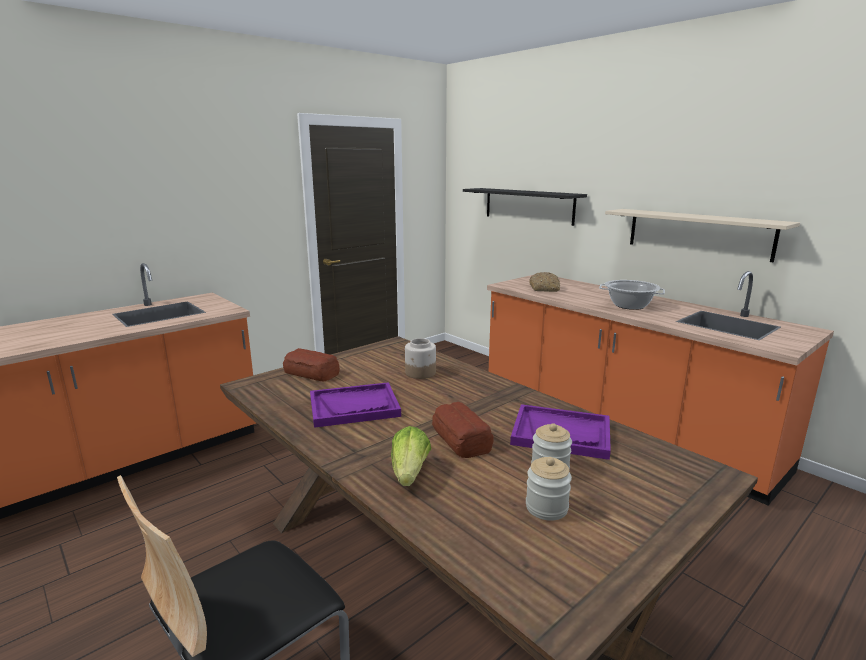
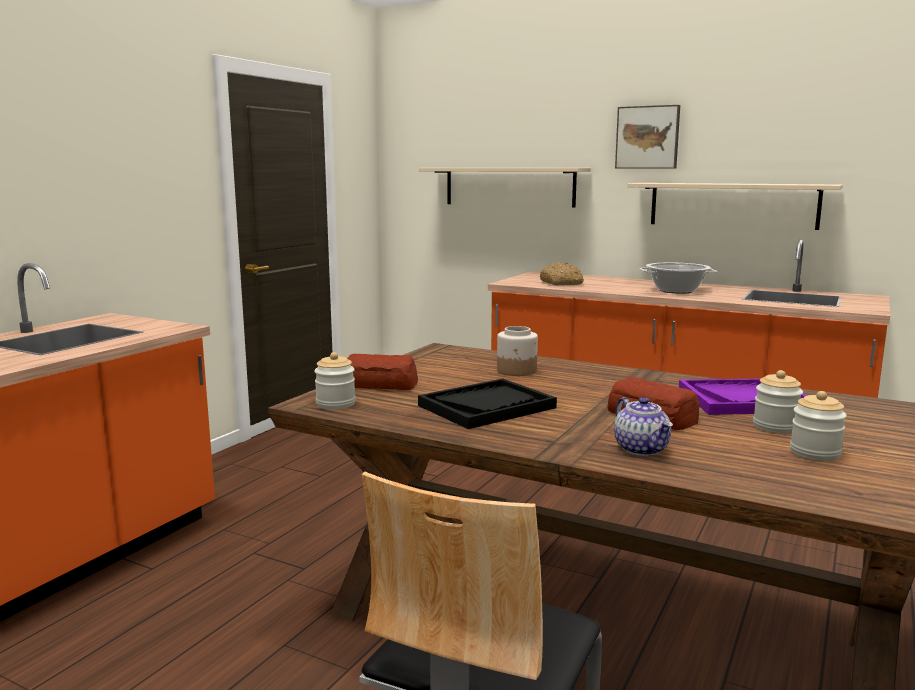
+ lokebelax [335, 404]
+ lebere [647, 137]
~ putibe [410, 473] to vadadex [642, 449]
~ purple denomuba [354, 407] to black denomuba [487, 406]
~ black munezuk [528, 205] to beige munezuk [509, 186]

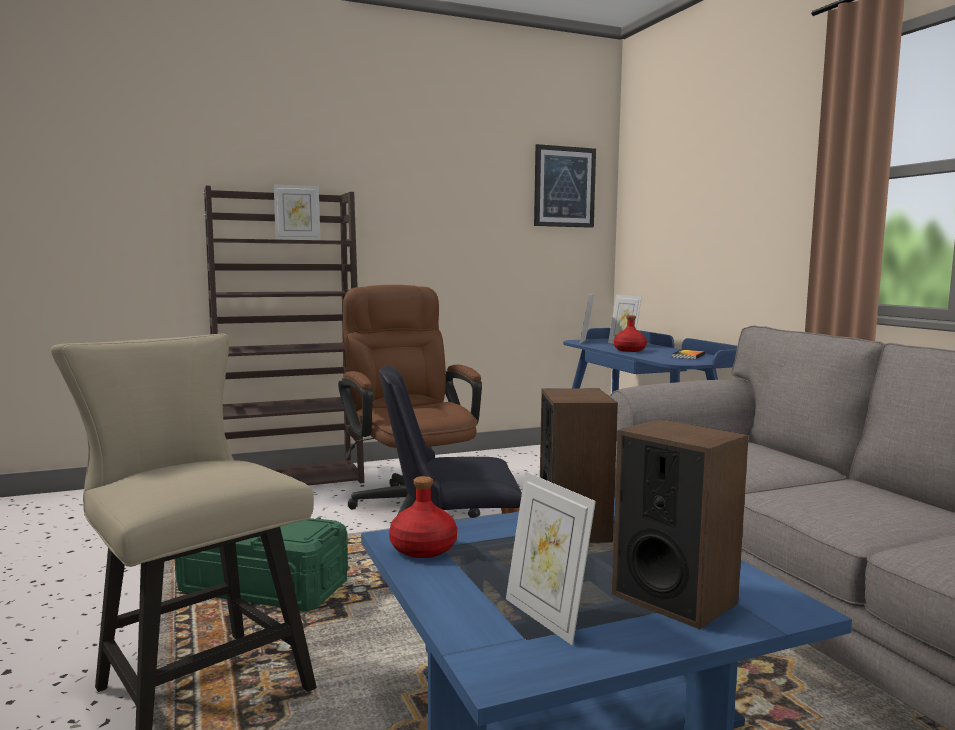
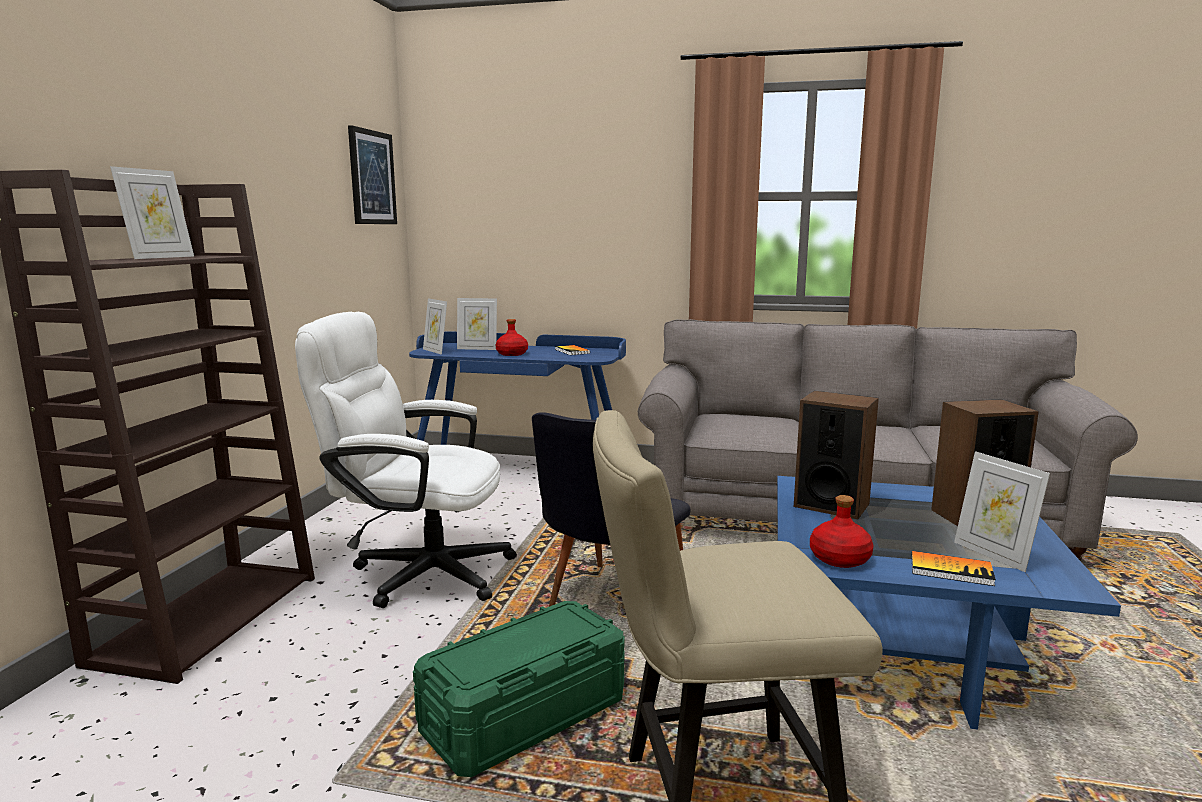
+ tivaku [951, 570]
~ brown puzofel [412, 501] to white puzofel [418, 572]
~ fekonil [546, 617] = [993, 555] 60 degrees clockwise

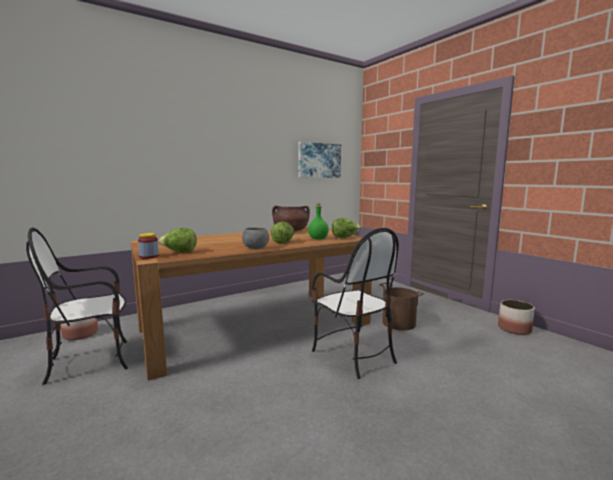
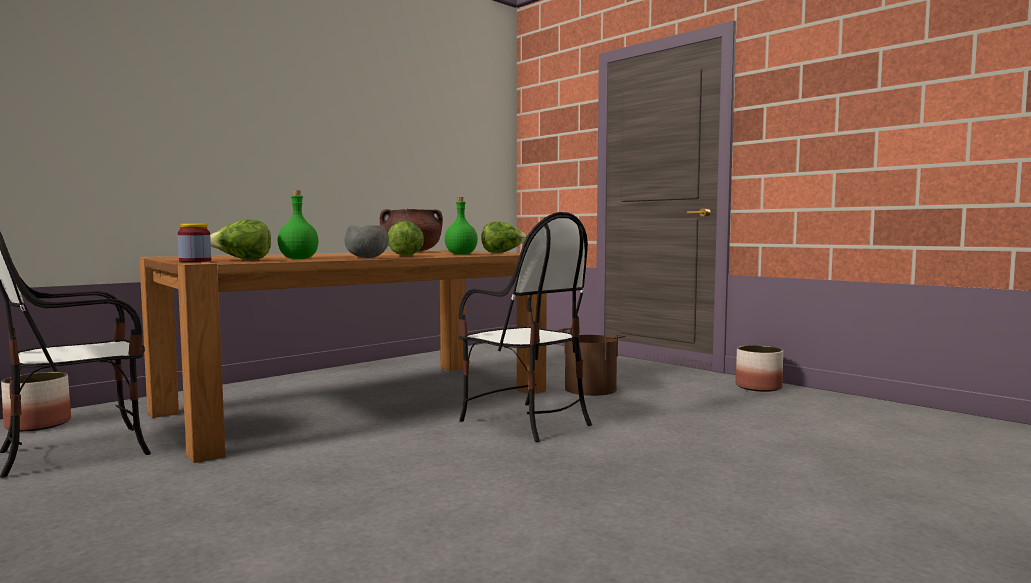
- lebere [319, 160]
+ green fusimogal [299, 259]

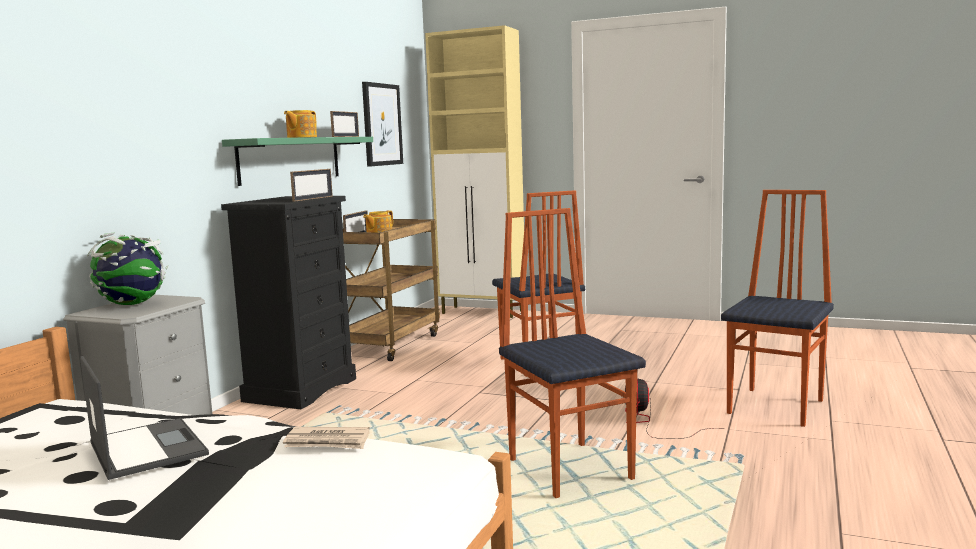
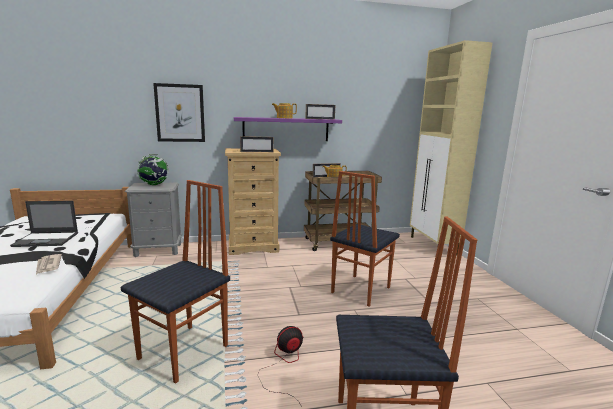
~ lebere [381, 124] to [180, 113]
~ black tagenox [300, 389] to beige tagenox [253, 246]
~ green munezuk [290, 159] to purple munezuk [286, 129]
~ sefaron [146, 448] = [47, 239] 60 degrees clockwise

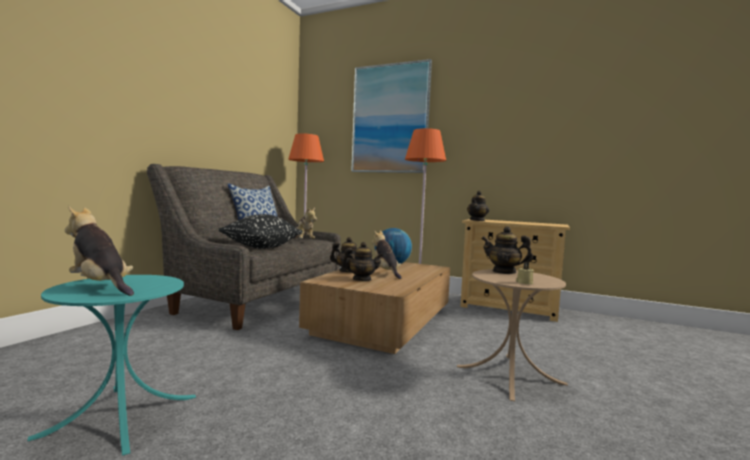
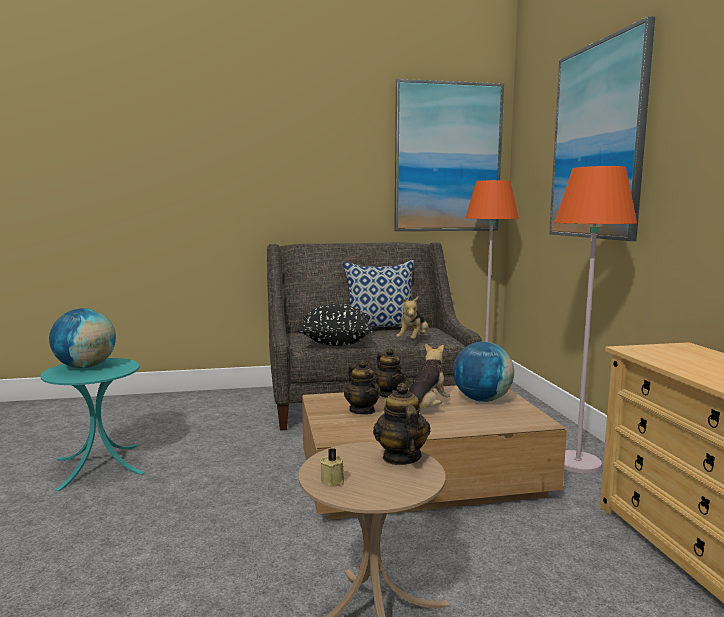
- vadadex [477, 220]
+ lebere [447, 158]
~ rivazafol [101, 286] to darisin [85, 367]

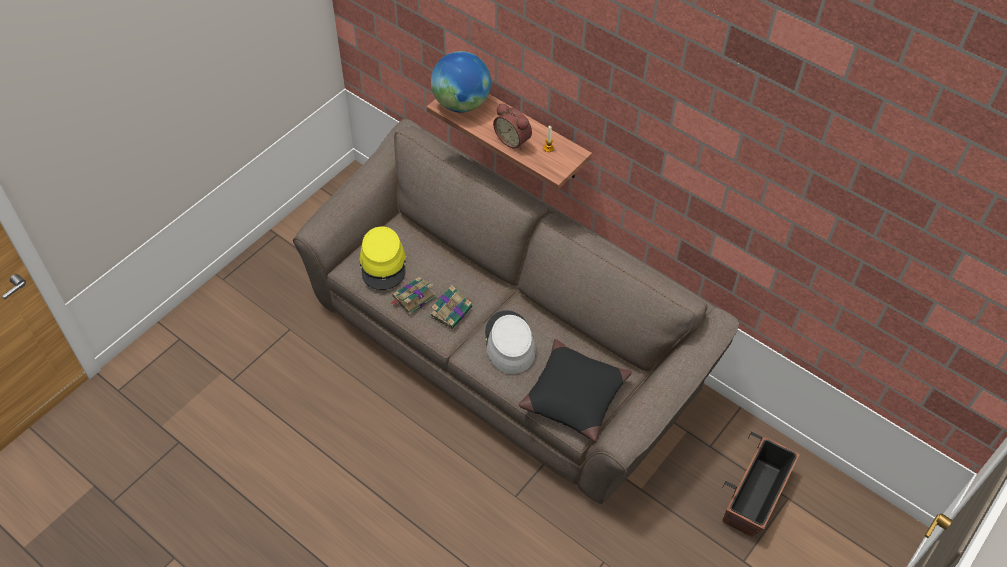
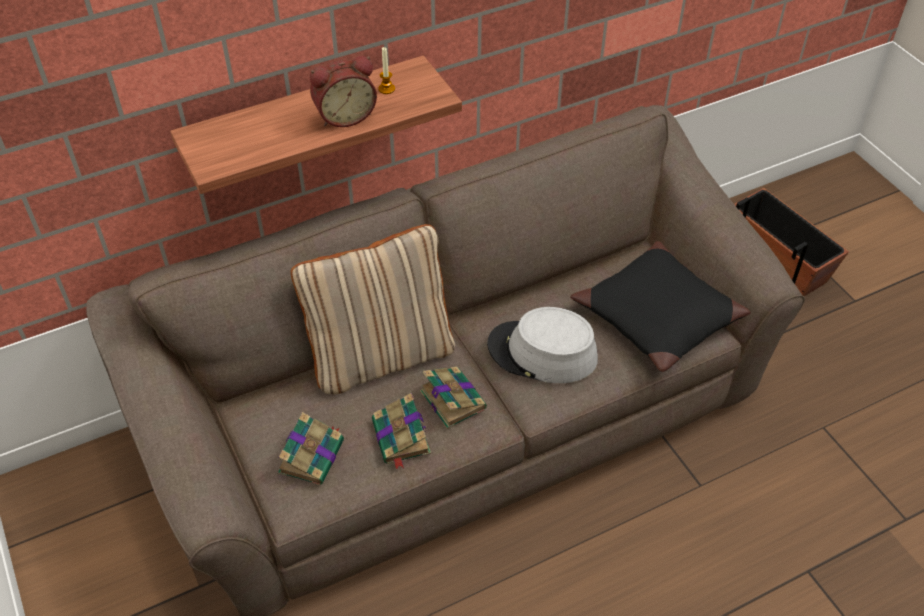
- darisin [461, 104]
+ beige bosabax [381, 355]
~ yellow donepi [383, 264] to tivaku [312, 455]

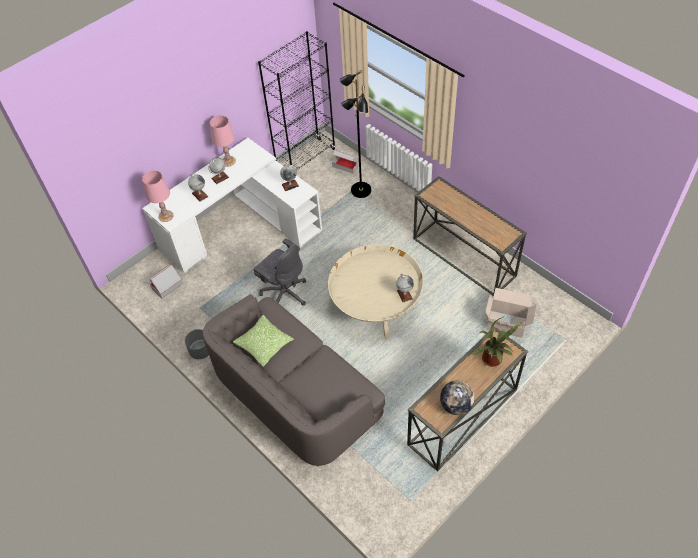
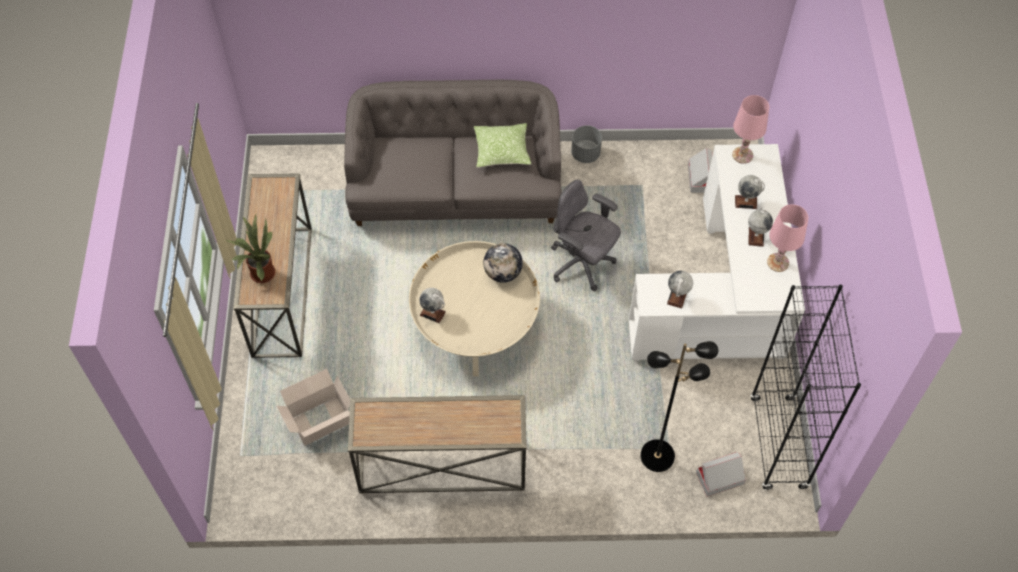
~ darisin [456, 405] to [503, 273]
~ grey puzofel [284, 293] = [582, 264] 45 degrees clockwise

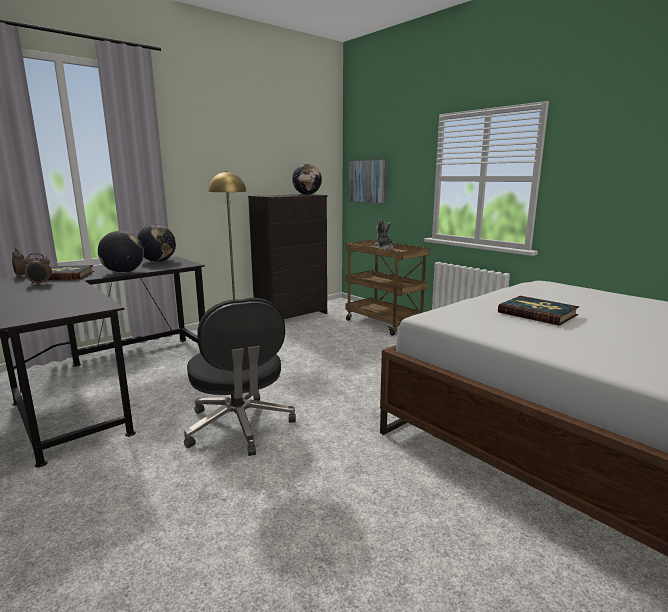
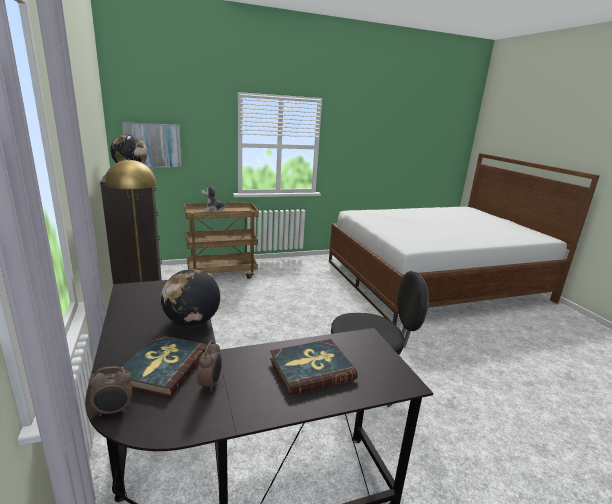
- darisin [158, 261]
~ tivaku [537, 313] to [311, 369]

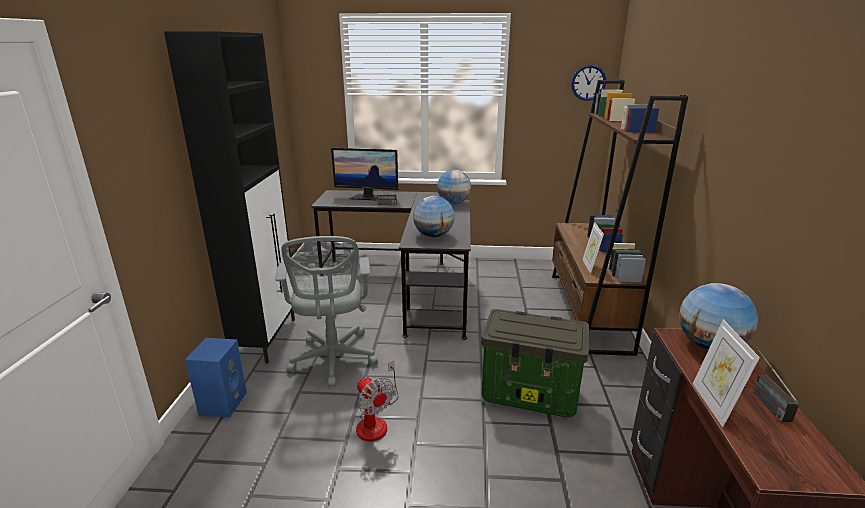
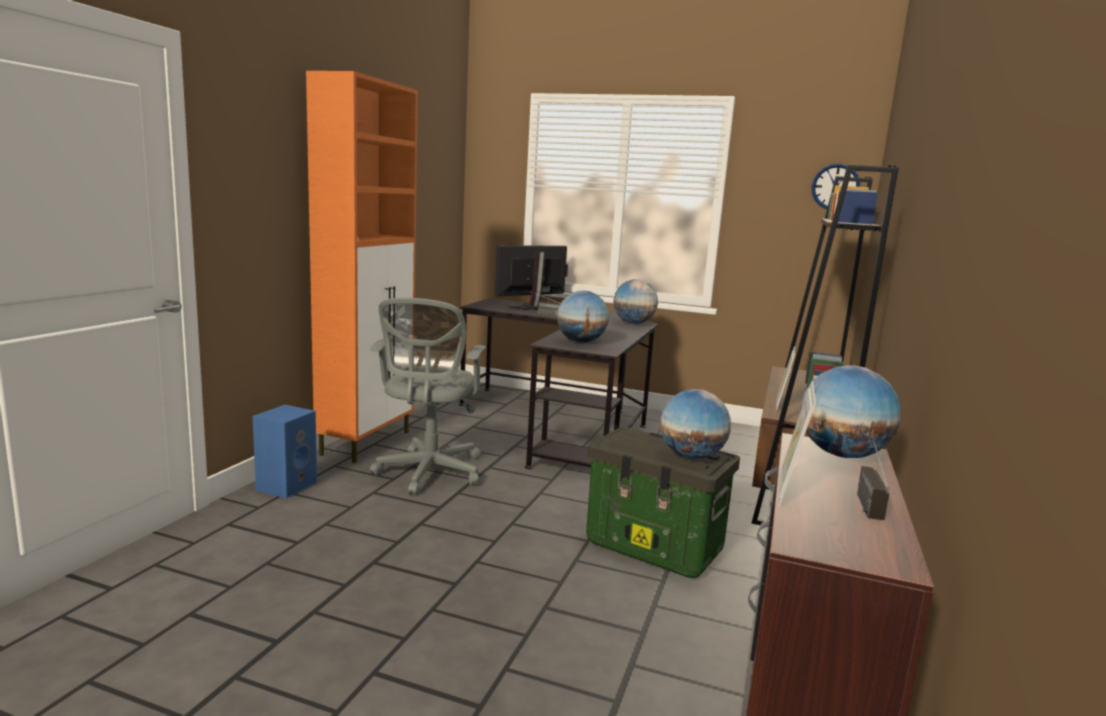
- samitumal [376, 421]
+ darisin [691, 456]
~ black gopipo [267, 338] to orange gopipo [367, 443]
~ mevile [367, 197] = [531, 308] 120 degrees clockwise

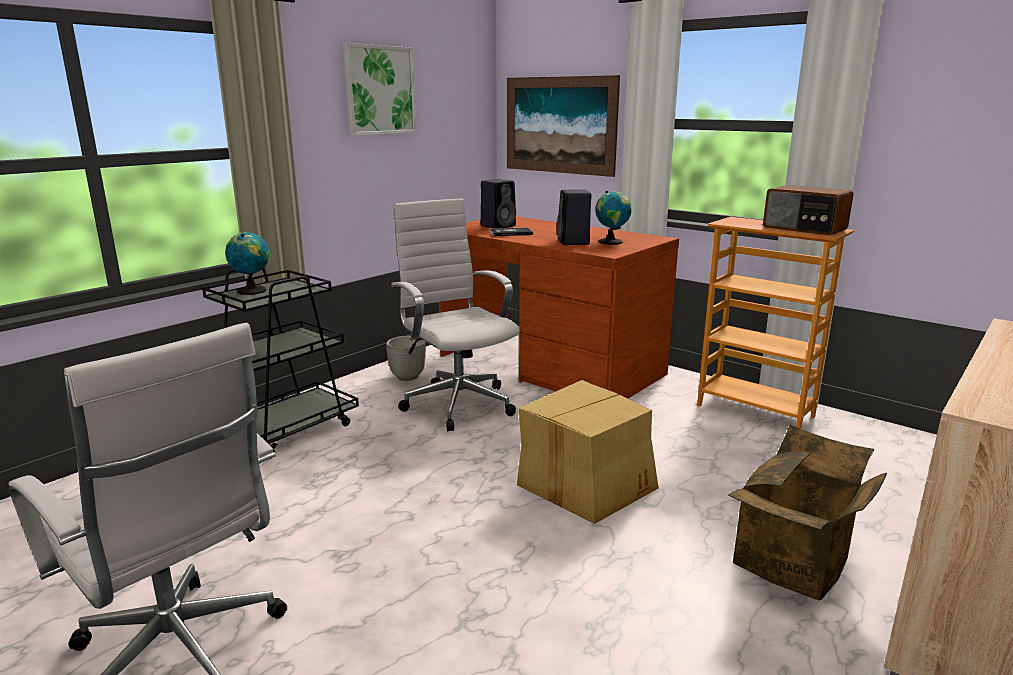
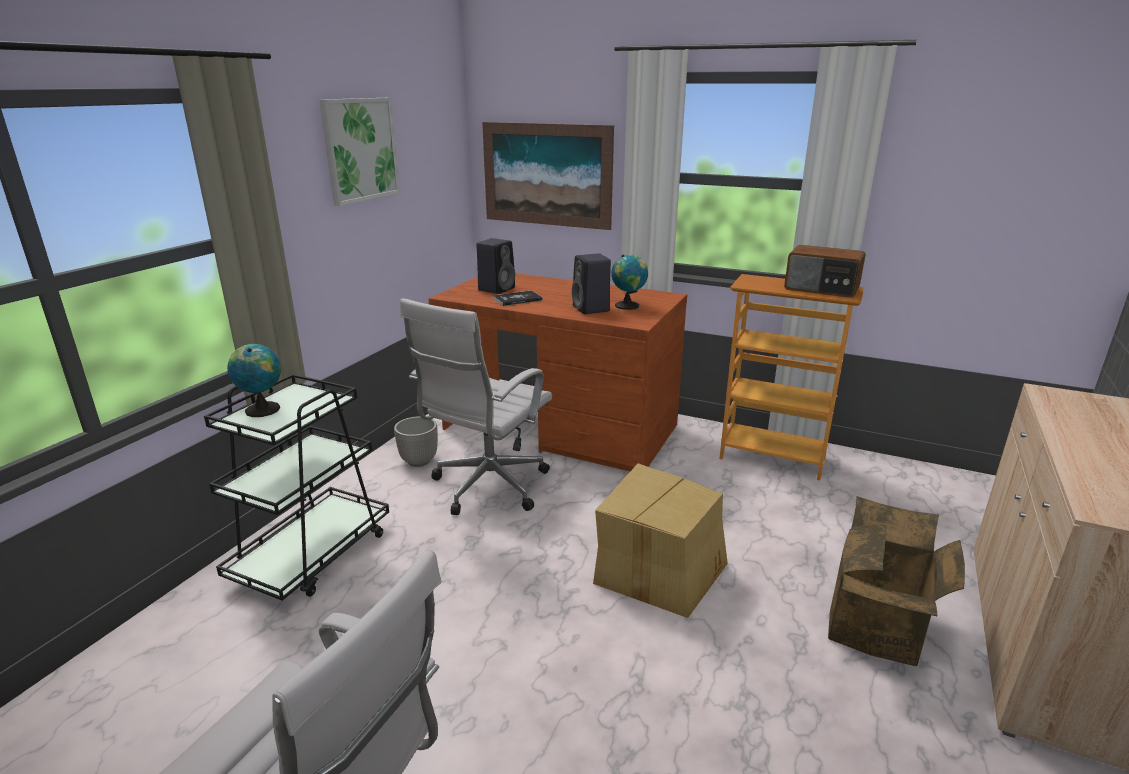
~ white puzofel [457, 403] = [486, 488] 105 degrees counterclockwise

